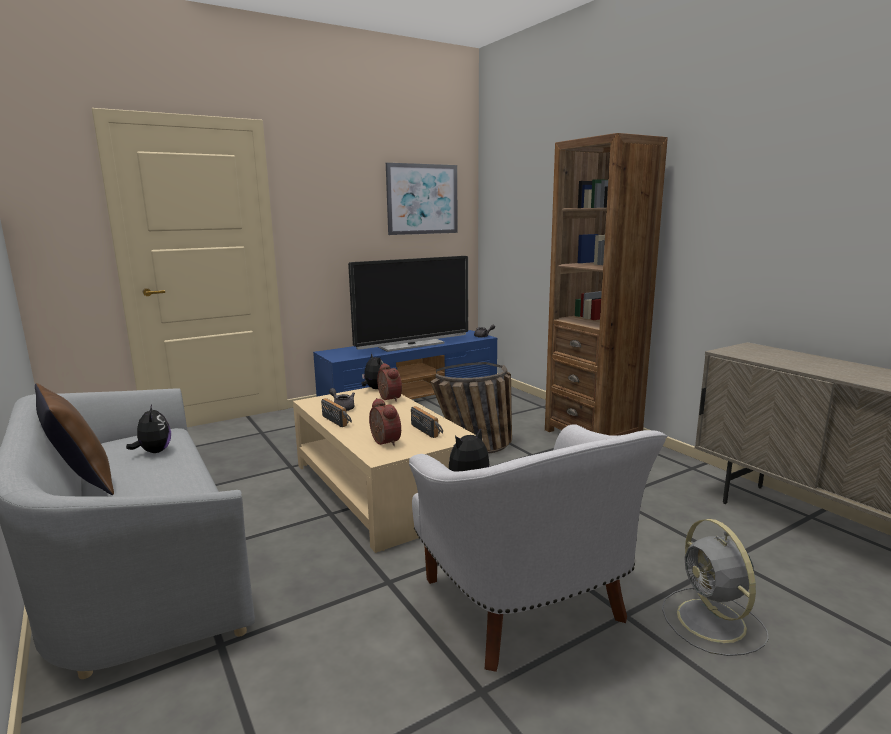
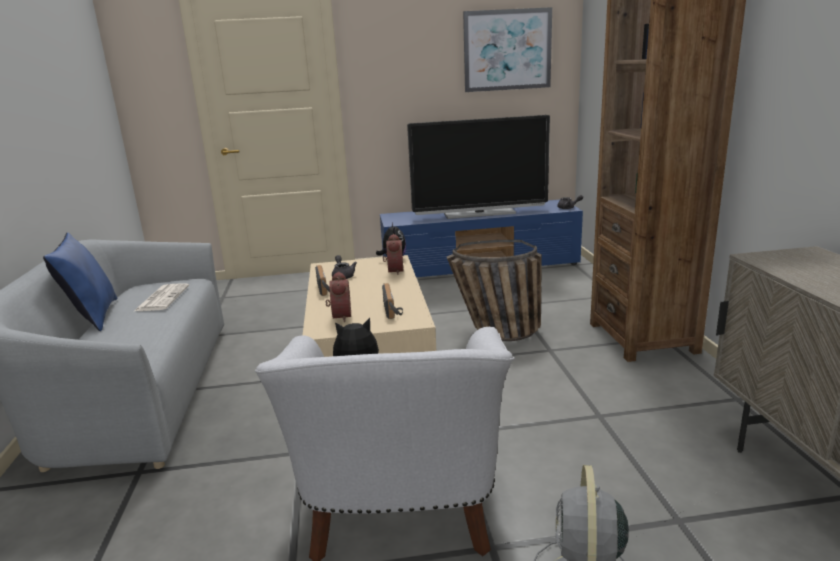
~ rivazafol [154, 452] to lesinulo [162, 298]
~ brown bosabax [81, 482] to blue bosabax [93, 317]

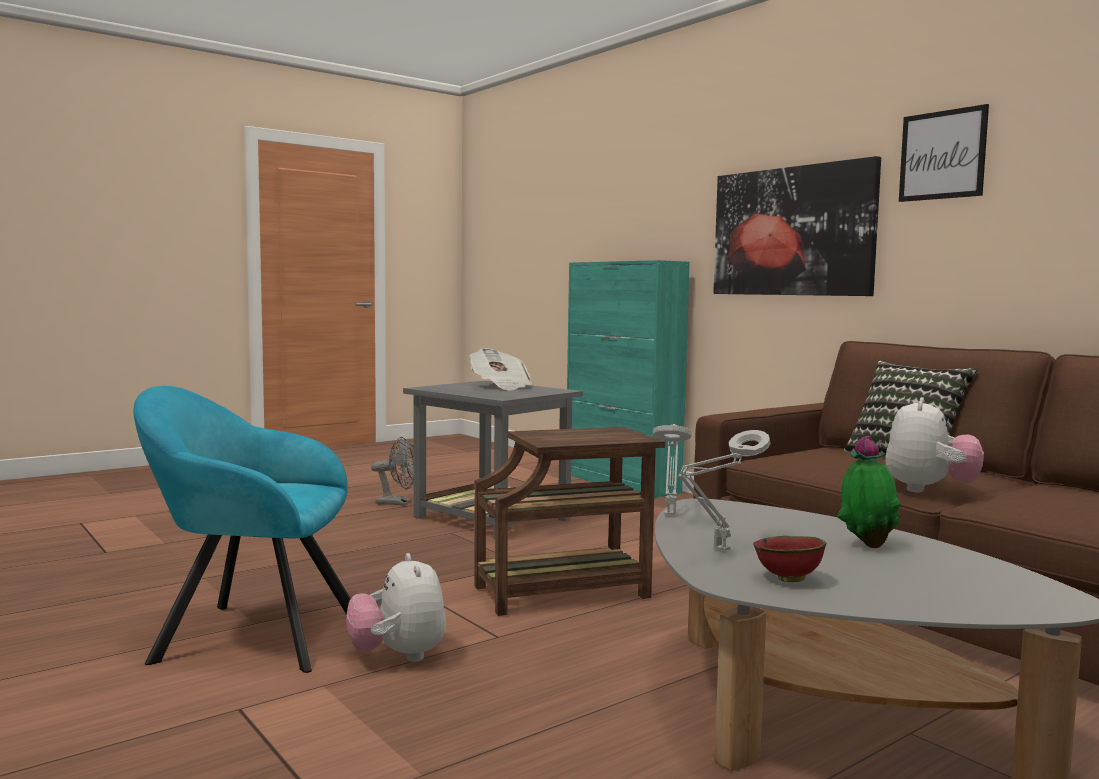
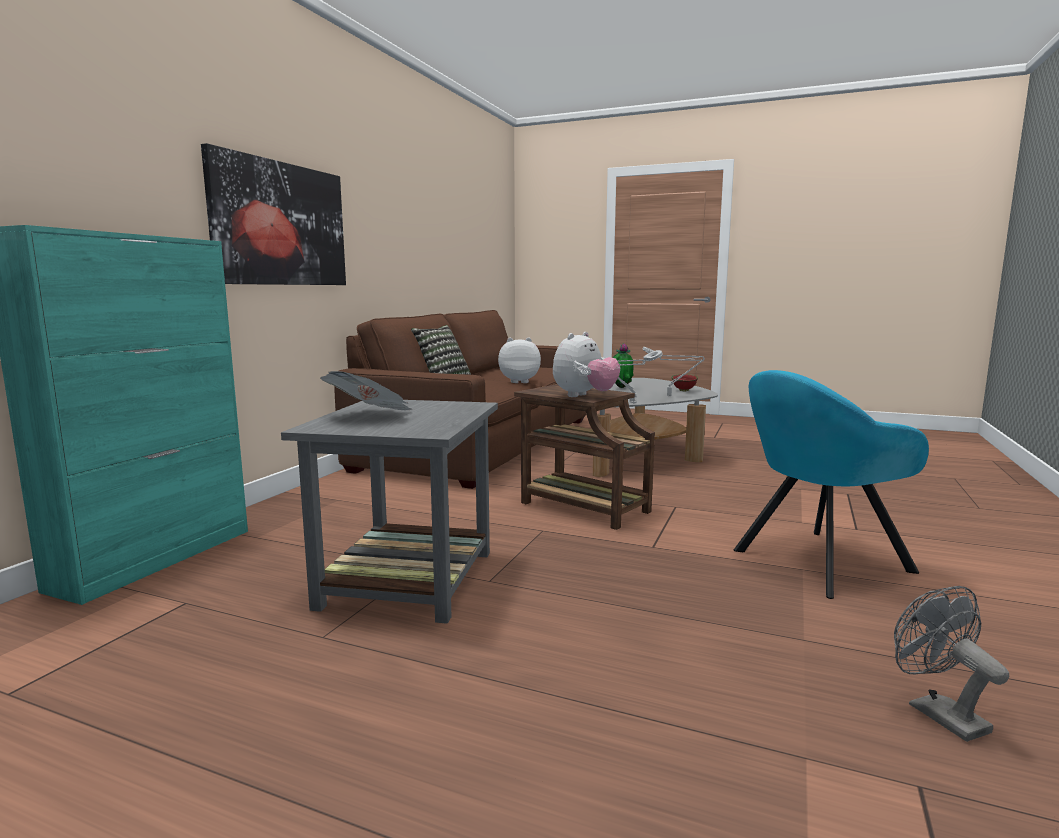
- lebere [942, 155]
~ rivazafol [398, 656] to [584, 396]
~ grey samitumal [398, 503] to [937, 713]
~ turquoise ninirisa [248, 635] = [815, 562] 90 degrees clockwise

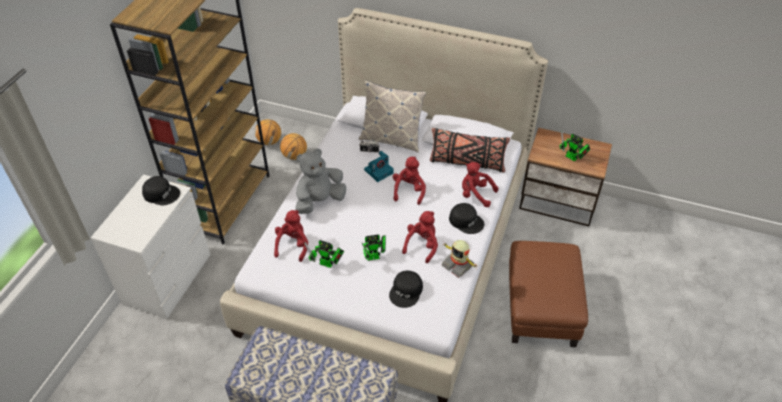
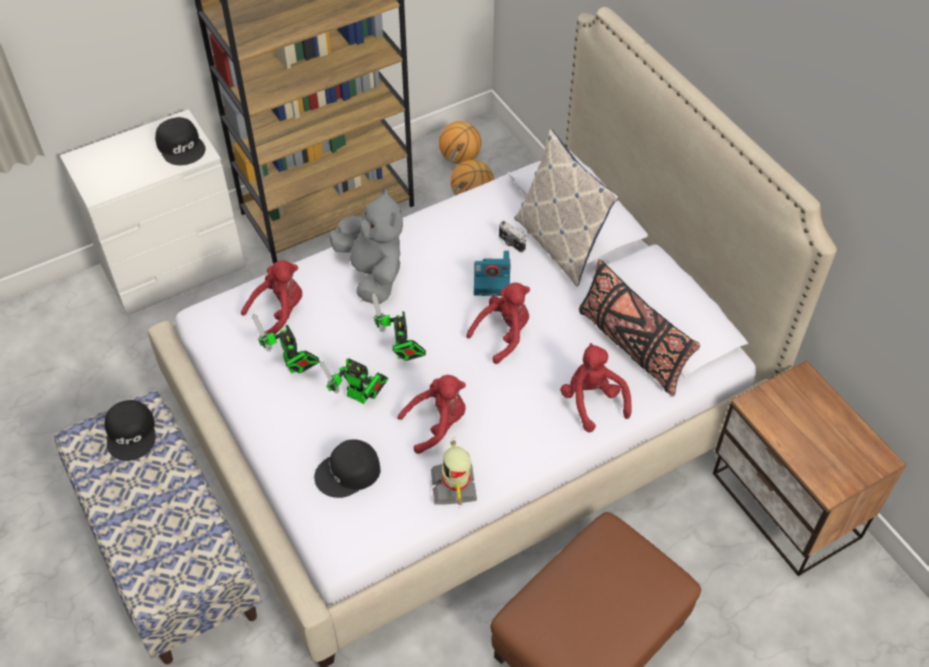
~ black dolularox [466, 221] to [132, 433]
~ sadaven [572, 158] to [402, 353]
~ grey rivazafol [319, 201] = [373, 274] 60 degrees clockwise

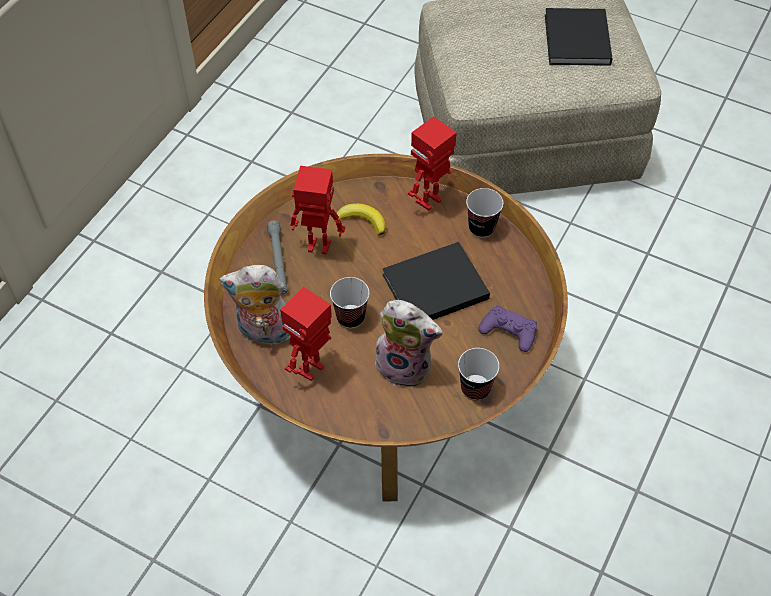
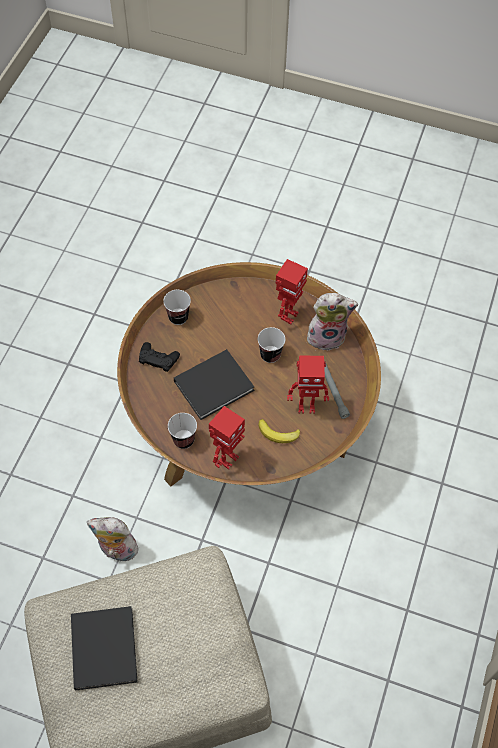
~ rivazafol [406, 366] to [117, 551]
~ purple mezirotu [508, 331] to black mezirotu [158, 359]

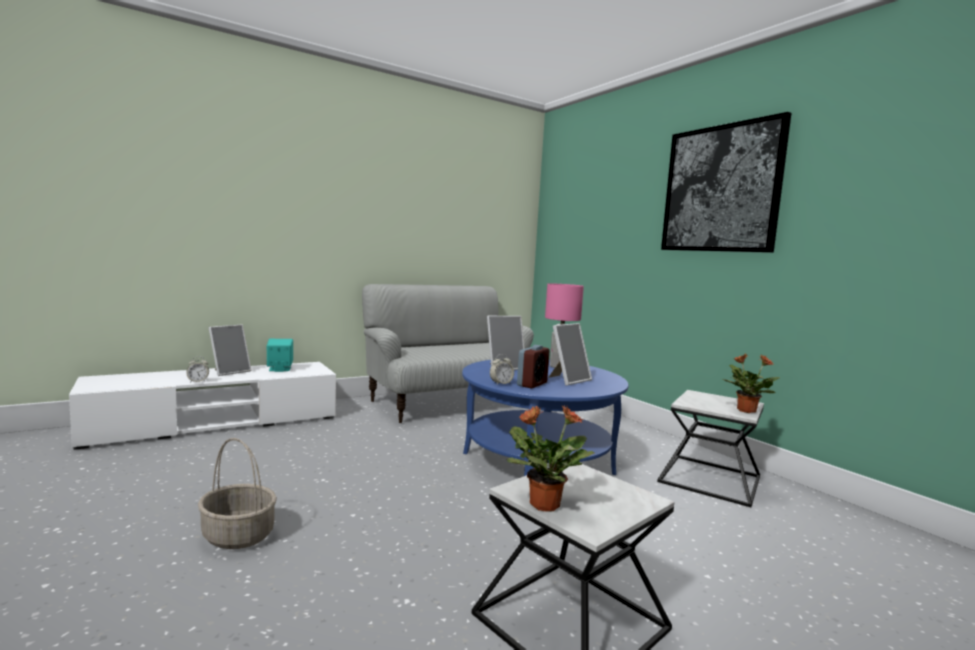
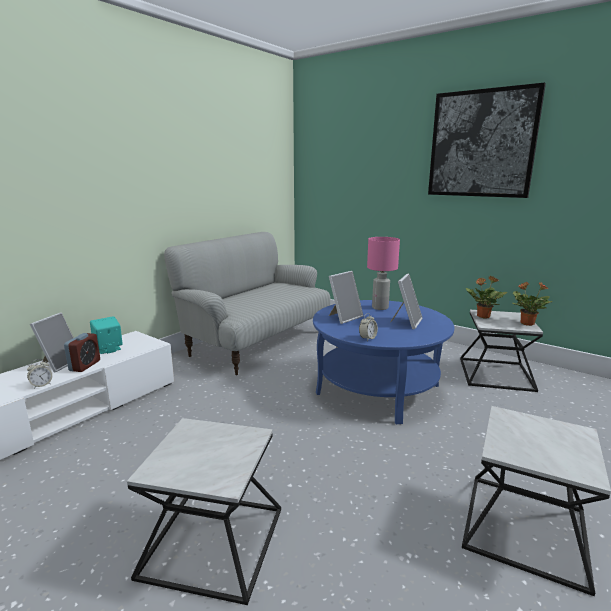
~ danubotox [543, 504] to [482, 316]
~ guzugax [532, 384] to [85, 365]
~ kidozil [237, 535] to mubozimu [212, 542]

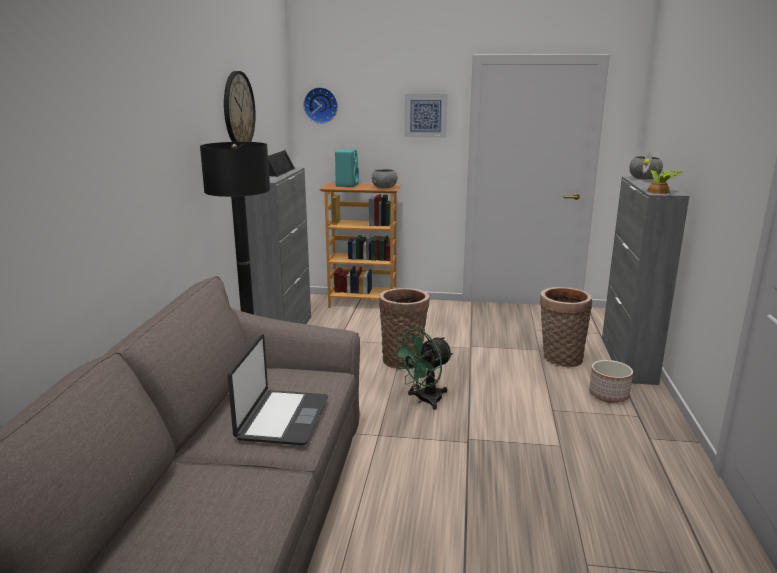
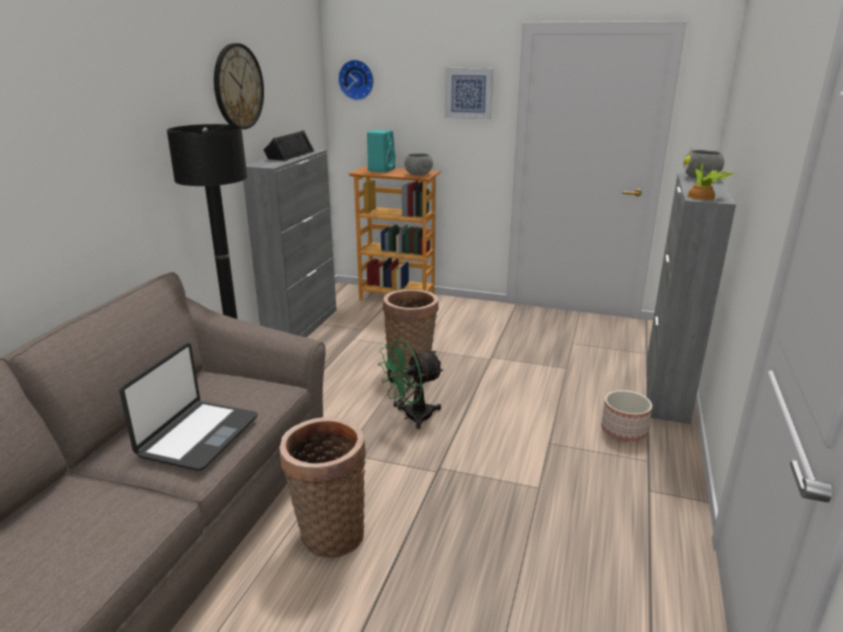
~ kidozil [559, 358] to [329, 533]

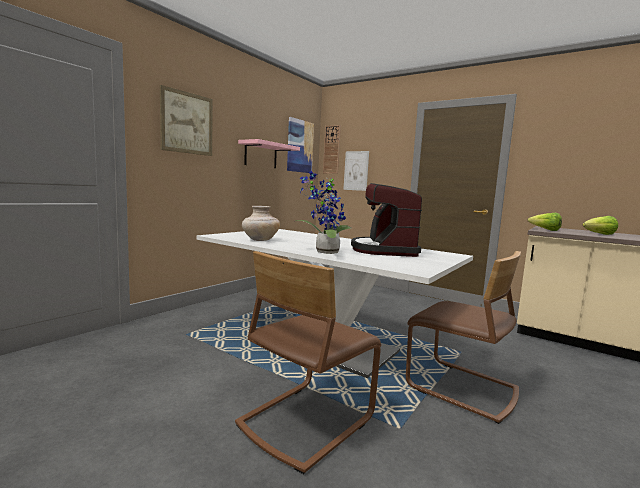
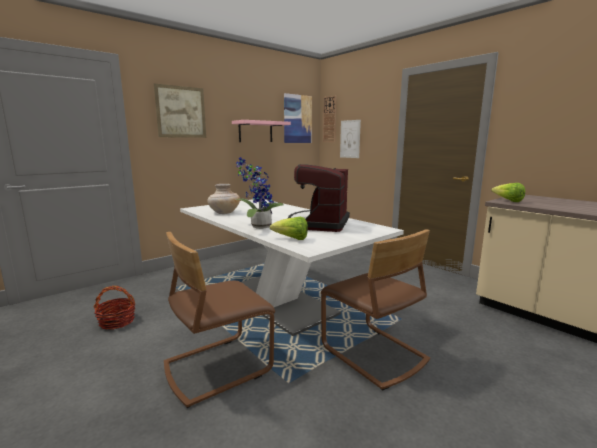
+ kidozil [117, 321]
~ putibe [599, 234] to [291, 239]

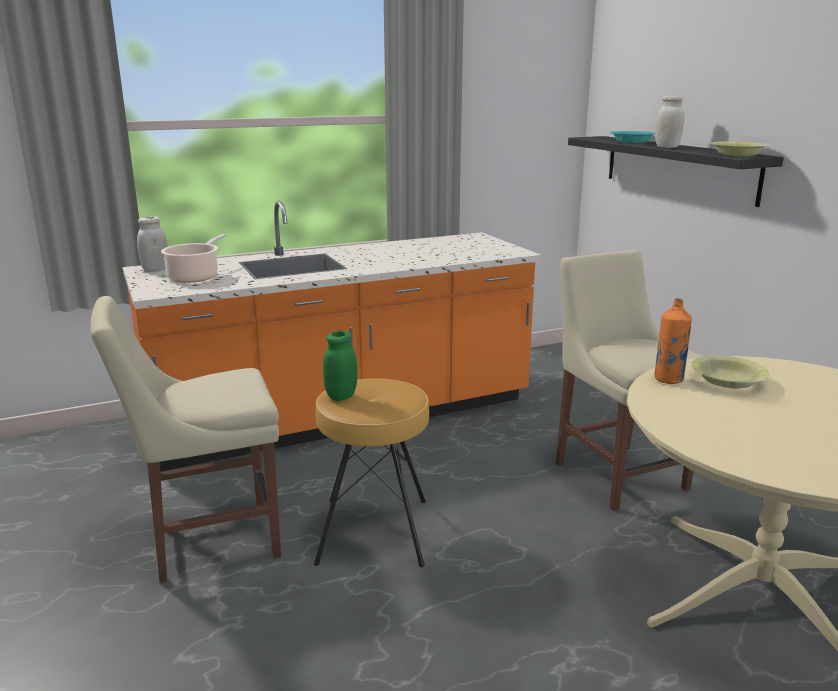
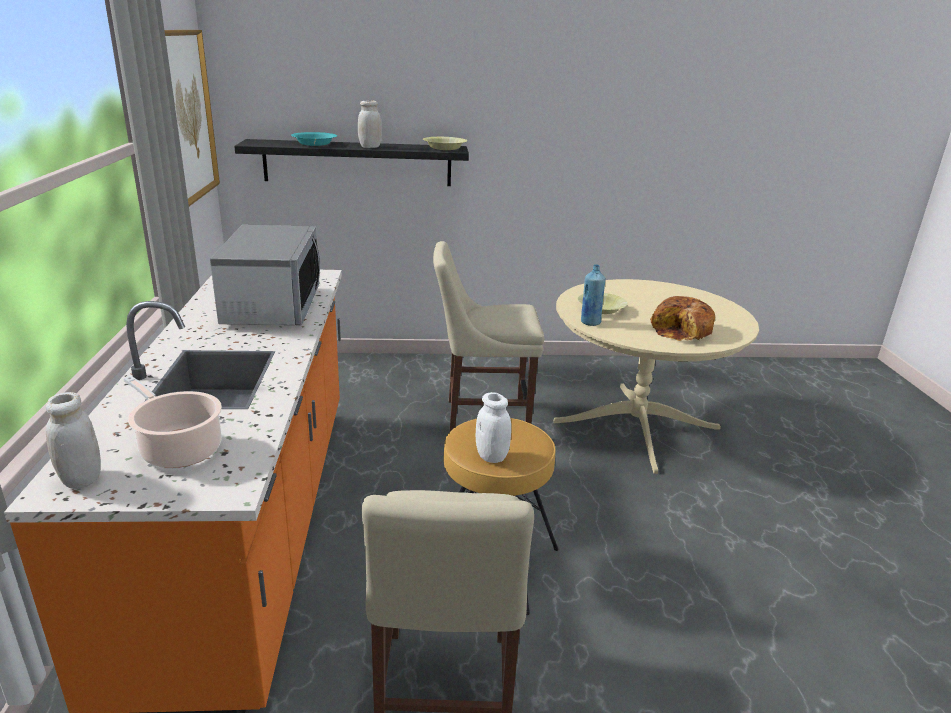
+ lebere [187, 116]
+ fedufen [272, 306]
+ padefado [682, 331]
~ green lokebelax [341, 396] to white lokebelax [491, 456]
~ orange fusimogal [668, 379] to blue fusimogal [590, 322]

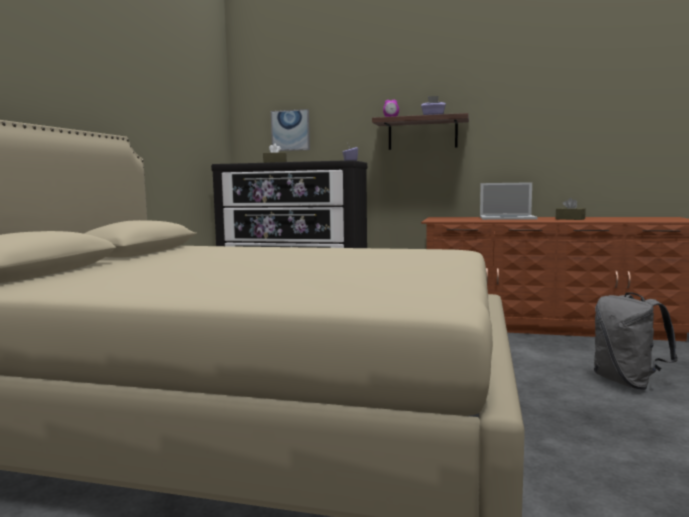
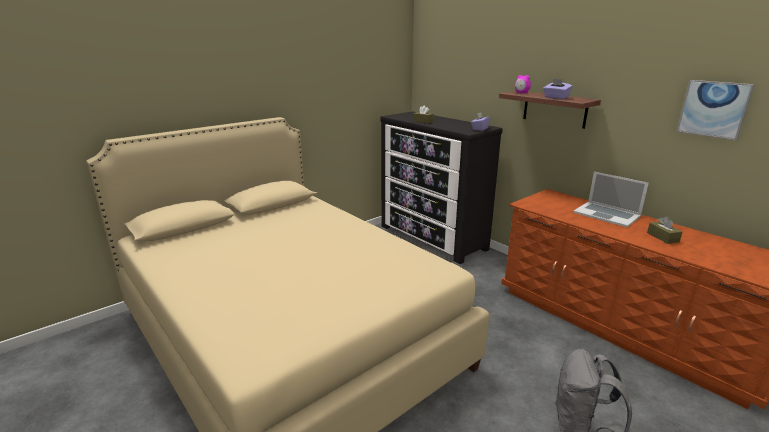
~ lebere [290, 130] to [713, 109]

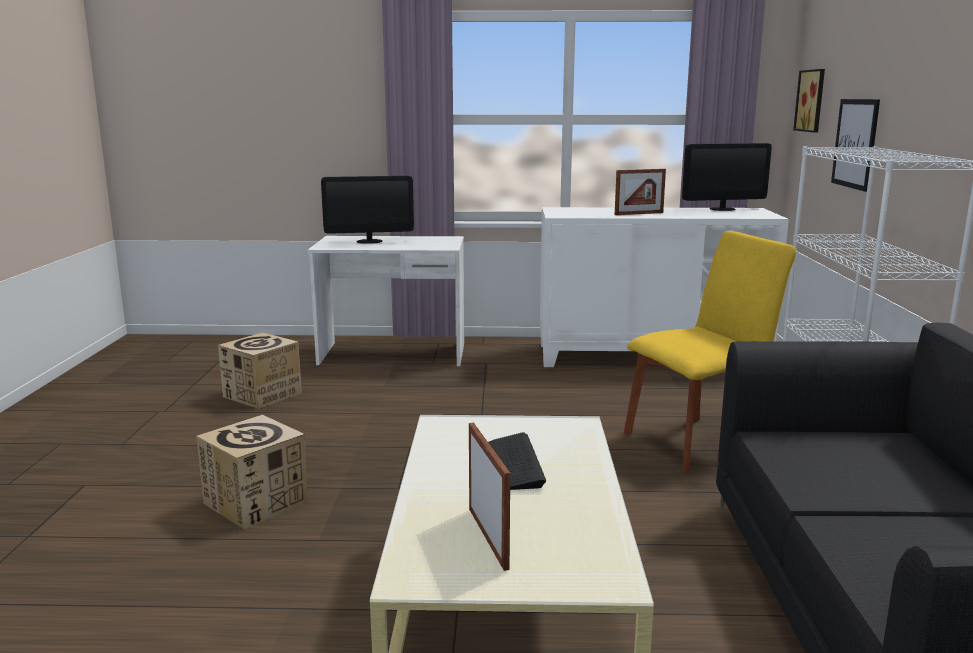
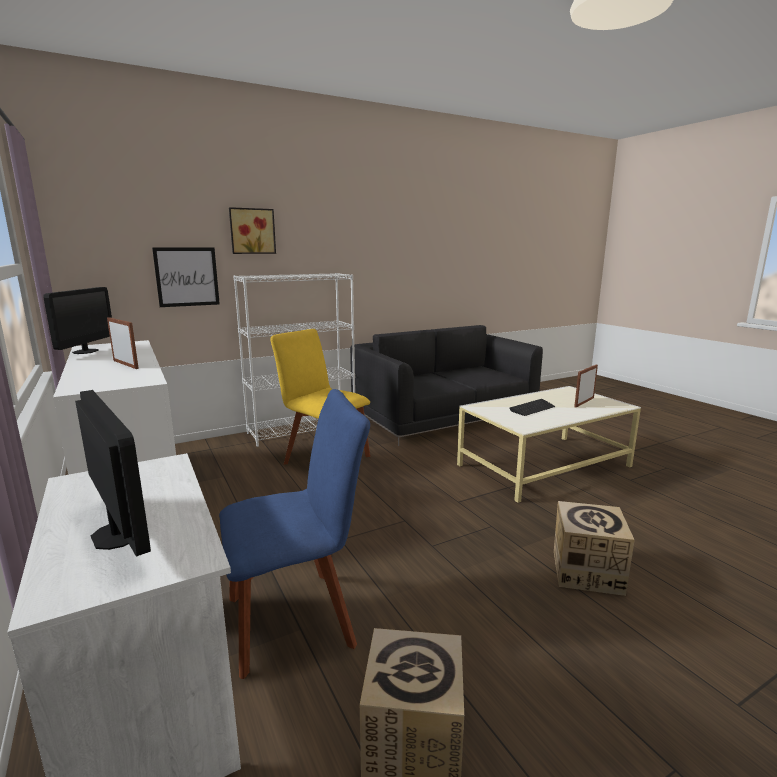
+ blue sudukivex [297, 618]
~ lebere [812, 100] to [252, 231]
~ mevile [722, 209] = [85, 351] 45 degrees clockwise

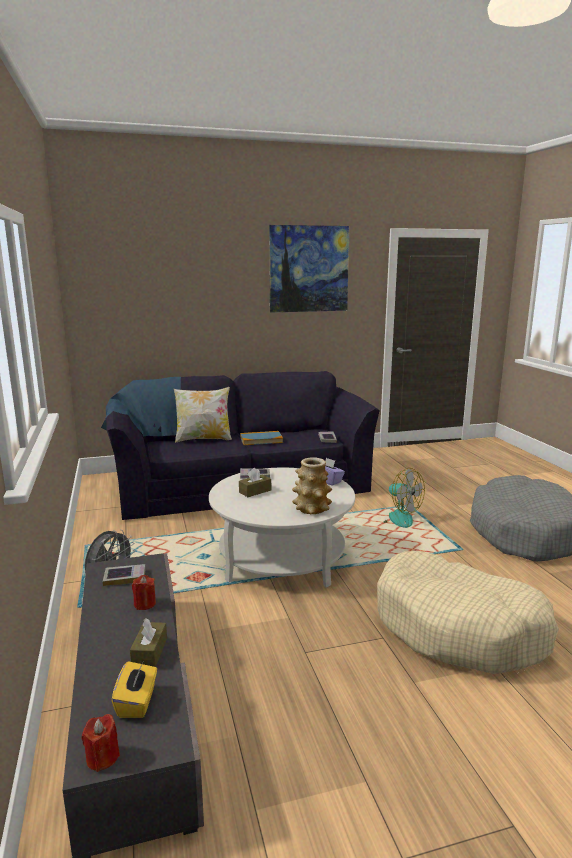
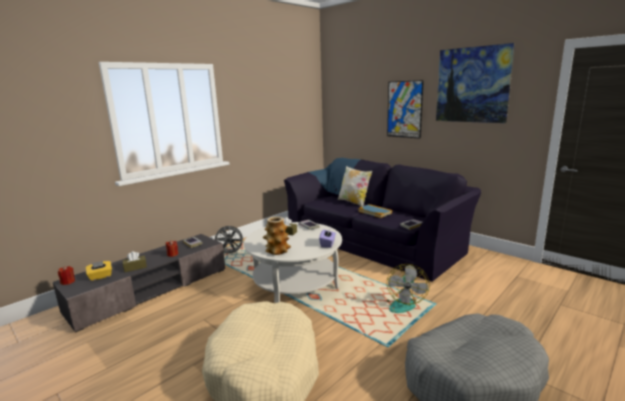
+ lebere [404, 109]

